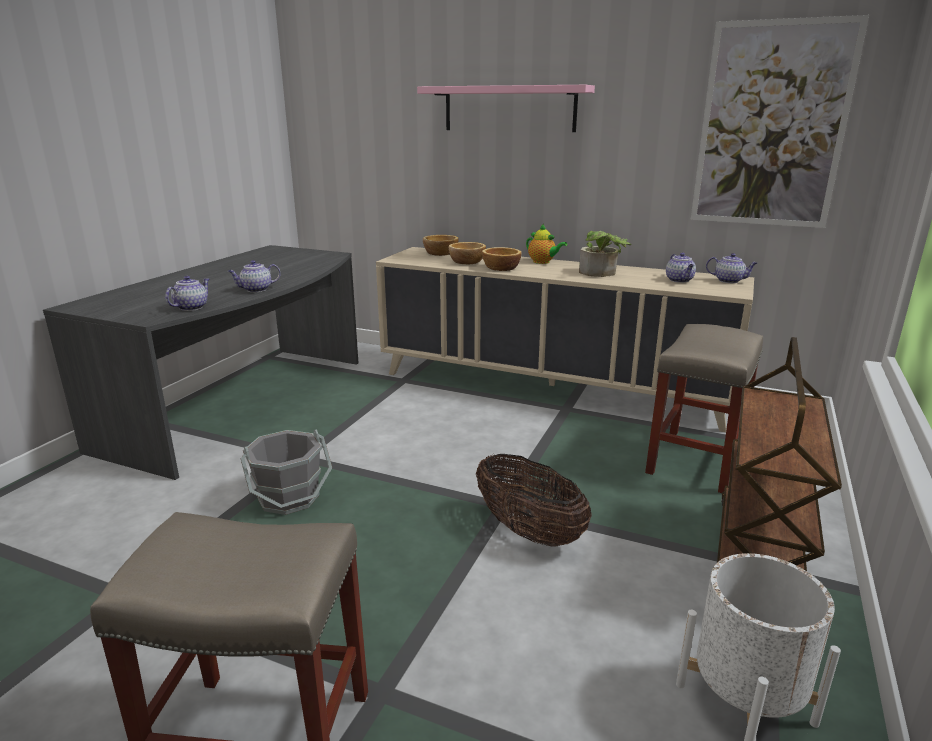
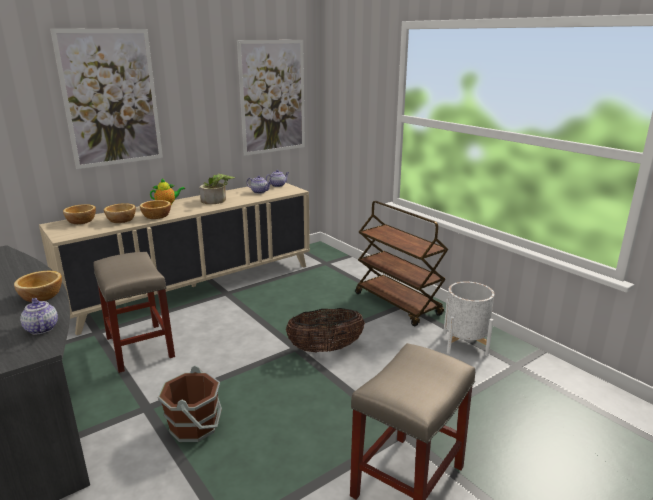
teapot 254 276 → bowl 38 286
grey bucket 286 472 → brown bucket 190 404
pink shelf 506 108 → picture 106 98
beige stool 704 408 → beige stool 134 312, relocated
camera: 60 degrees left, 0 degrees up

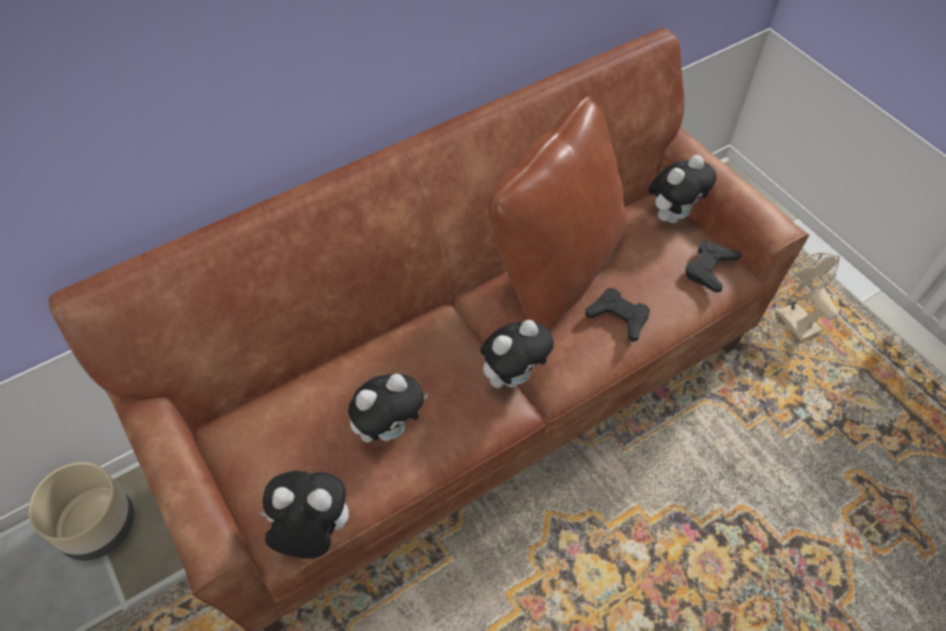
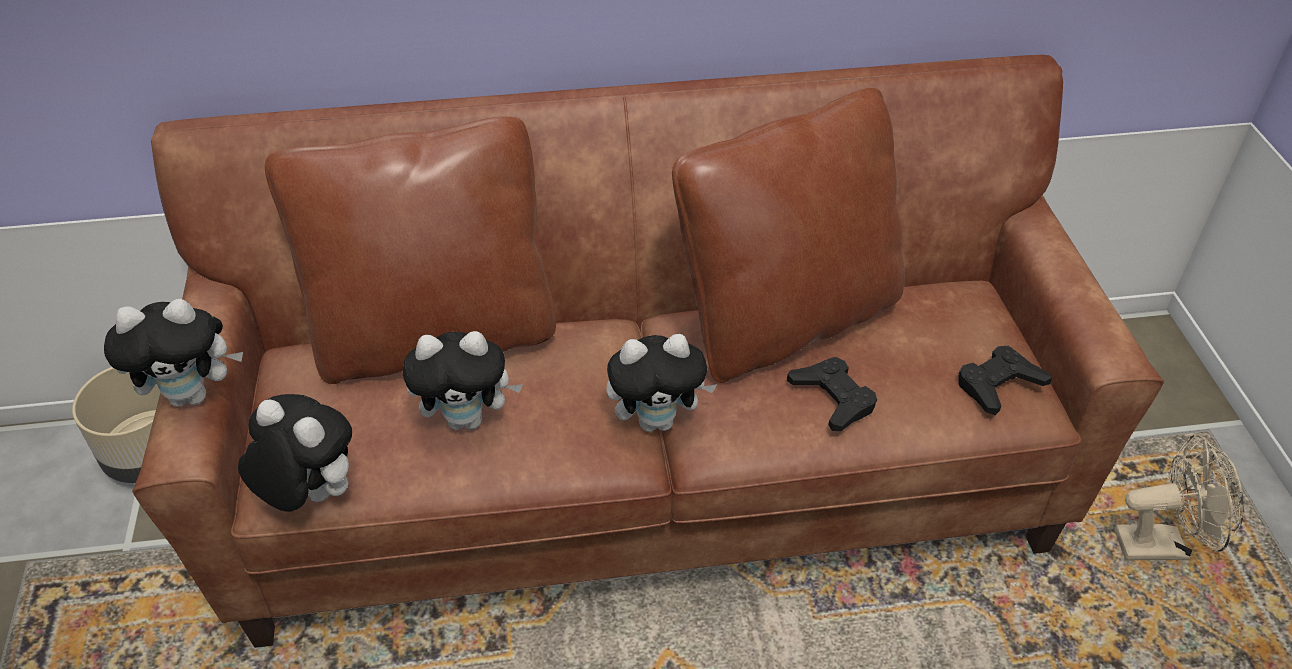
plush toy 682 189 → plush toy 173 353, relocated
beige fan 806 297 → beige fan 1179 497, 90 degrees clockwise
- → brown pillow 410 250
camera: 25 degrees right, 10 degrees down

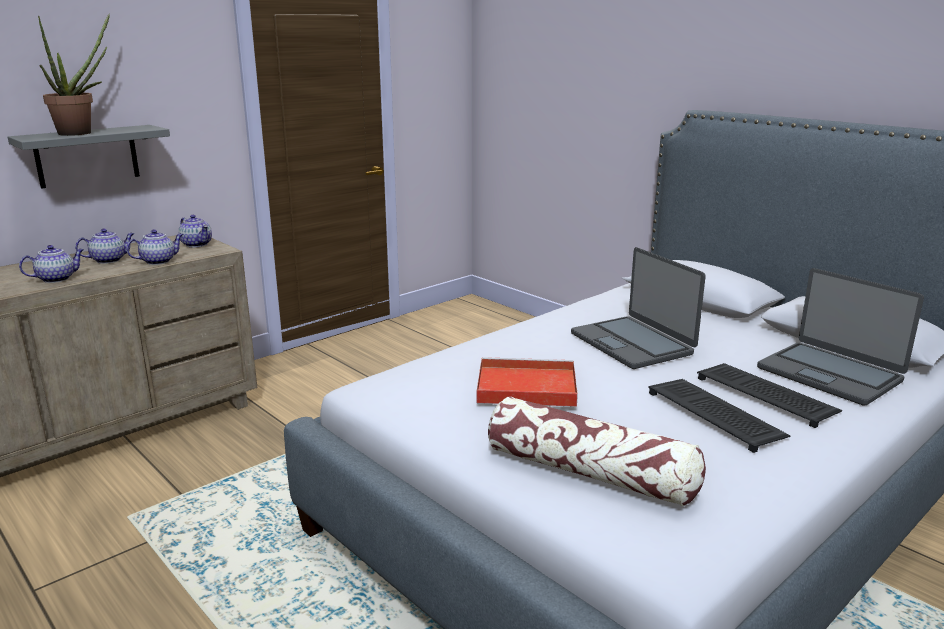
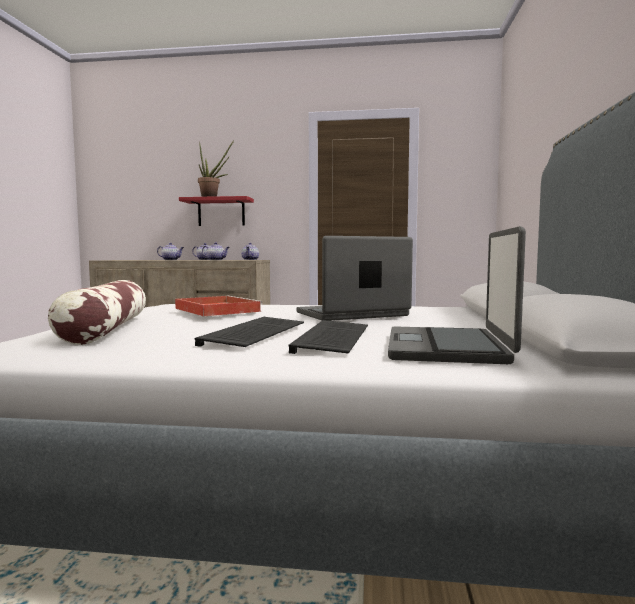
grey shelf 88 157 → red shelf 216 211
laptop 638 308 → laptop 354 278, 45 degrees clockwise
camera: 50 degrees right, 15 degrees down

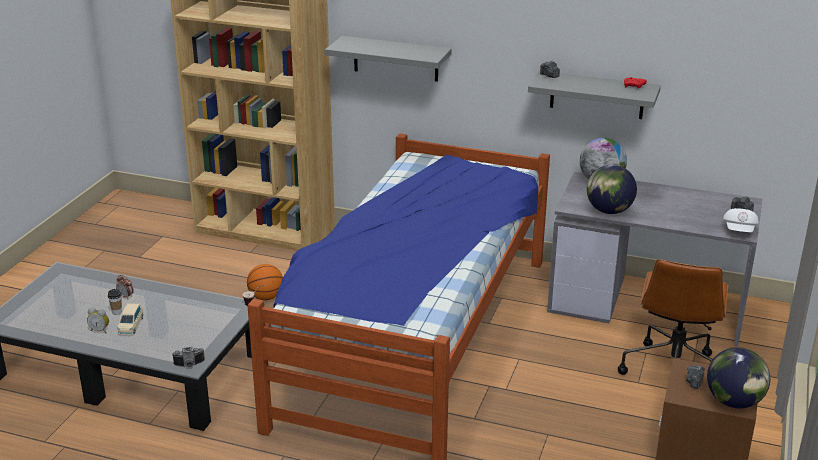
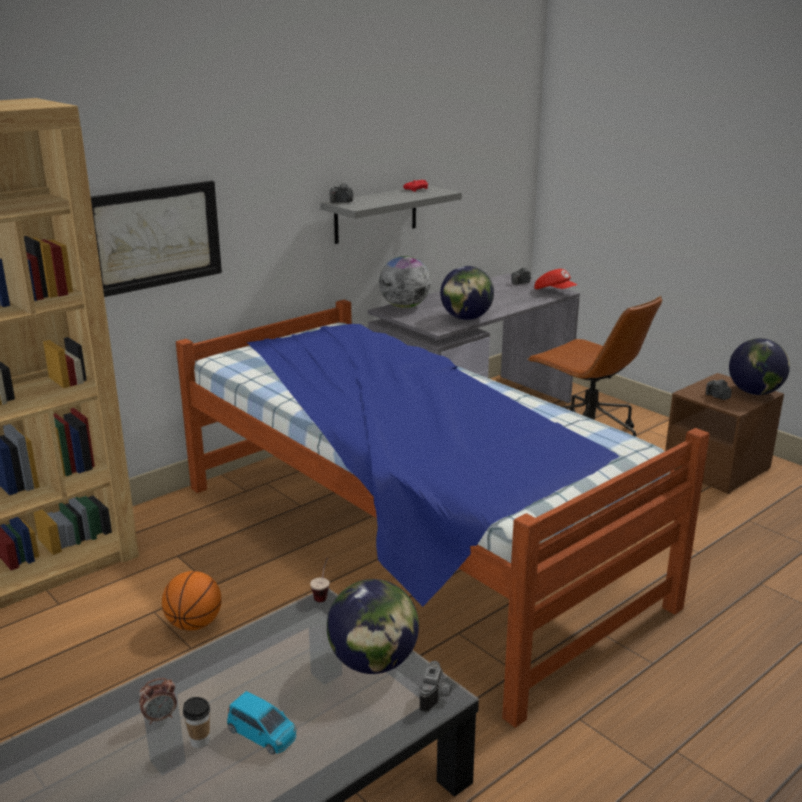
alarm clock 98 320 → -
beige toy car 130 319 → blue toy car 262 723
grey shelf 388 59 → picture 156 239
white cap 741 220 → red cap 555 279
- → globe 373 626
camera: 60 degrees left, 5 degrees down

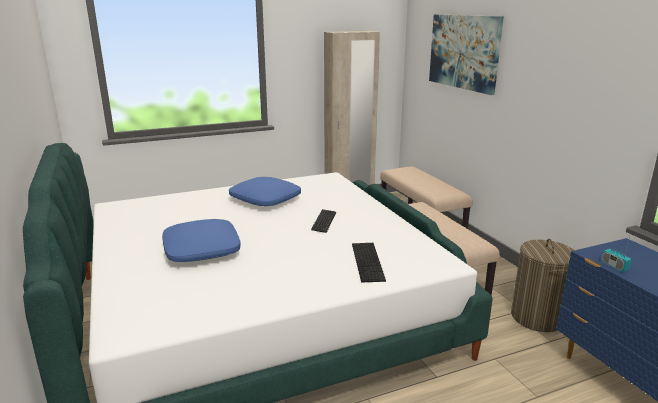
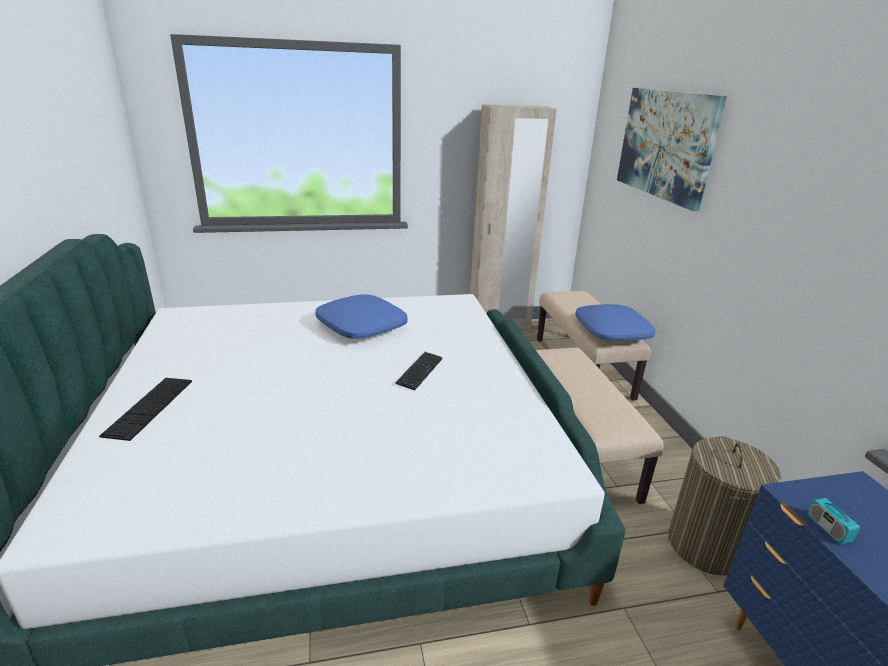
blue pillow 201 240 → blue pillow 615 322, relocated
keyboard 369 262 → keyboard 145 409, relocated
camera: 10 degrees right, 5 degrees up

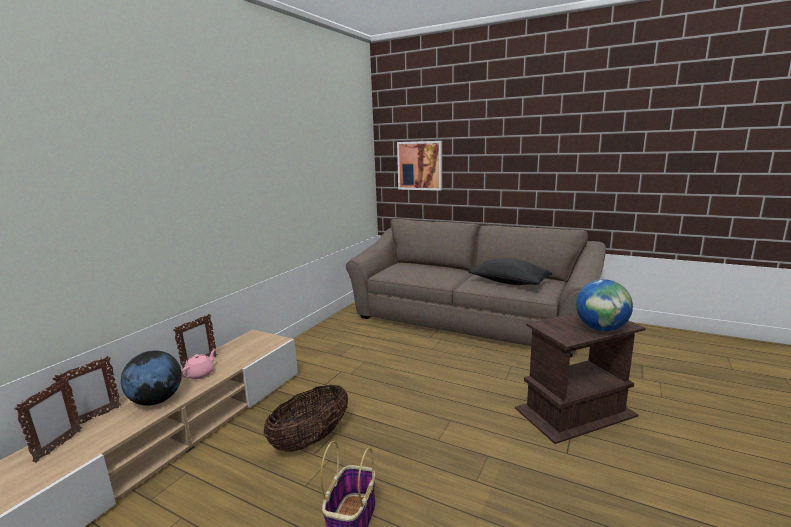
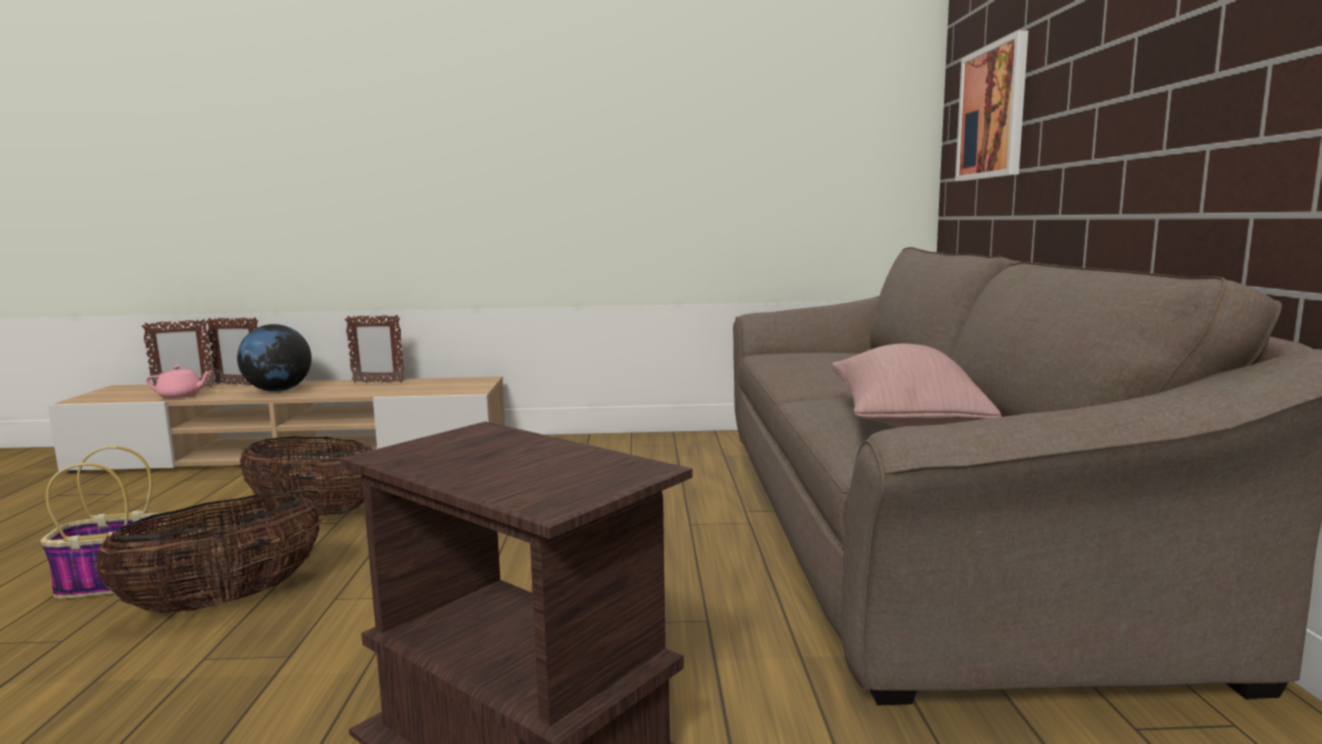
pink teapot 198 364 → pink teapot 179 382, relocated
black pillow 510 271 → pink pillow 916 386
globe 604 305 → -
- → basket 208 553
camera: 60 degrees right, 5 degrees down

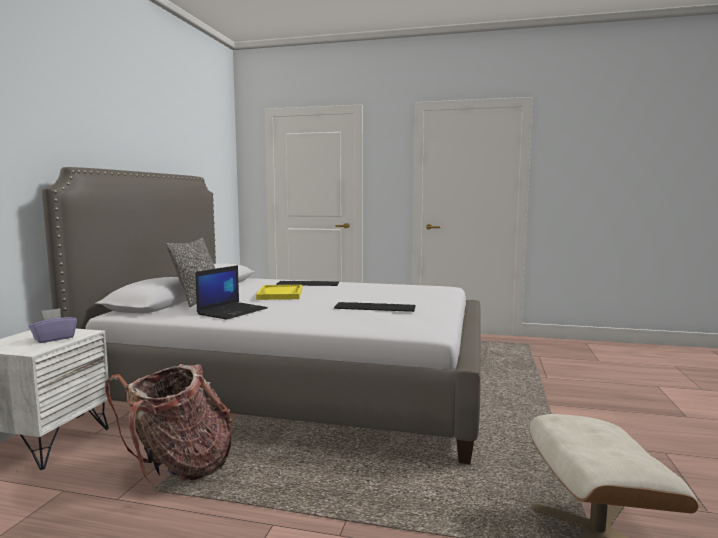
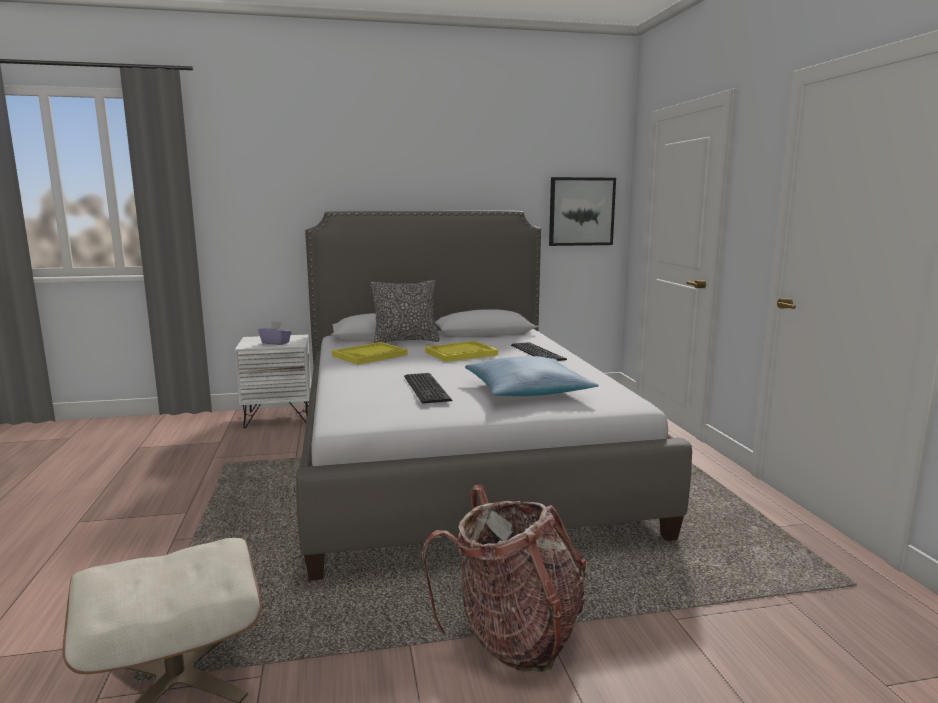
backpack 169 424 → backpack 504 578, relocated
laptop 231 292 → yellow tray 370 353
- → pillow 532 376
- → picture 582 211
camera: 65 degrees right, 5 degrees up

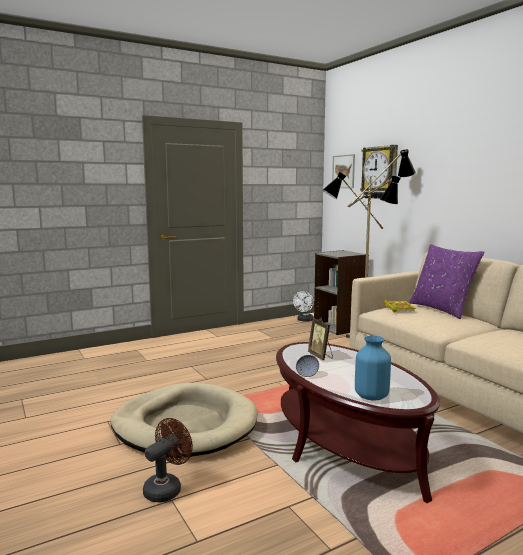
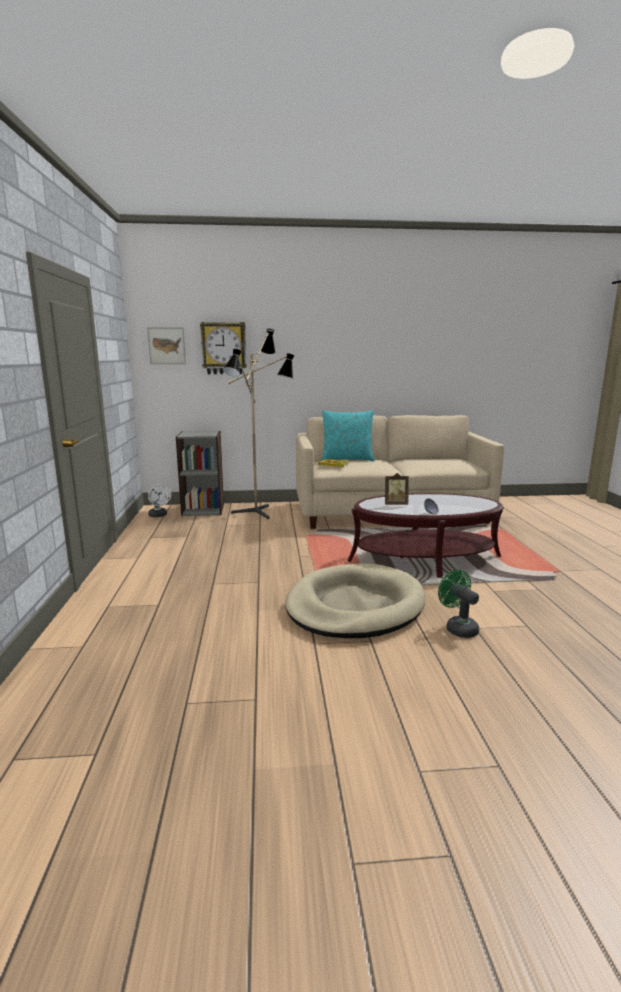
brown fan 168 460 → green fan 458 603
blue vase 373 368 → -
purple pillow 446 281 → turquoise pillow 348 435
camera: 65 degrees left, 5 degrees up

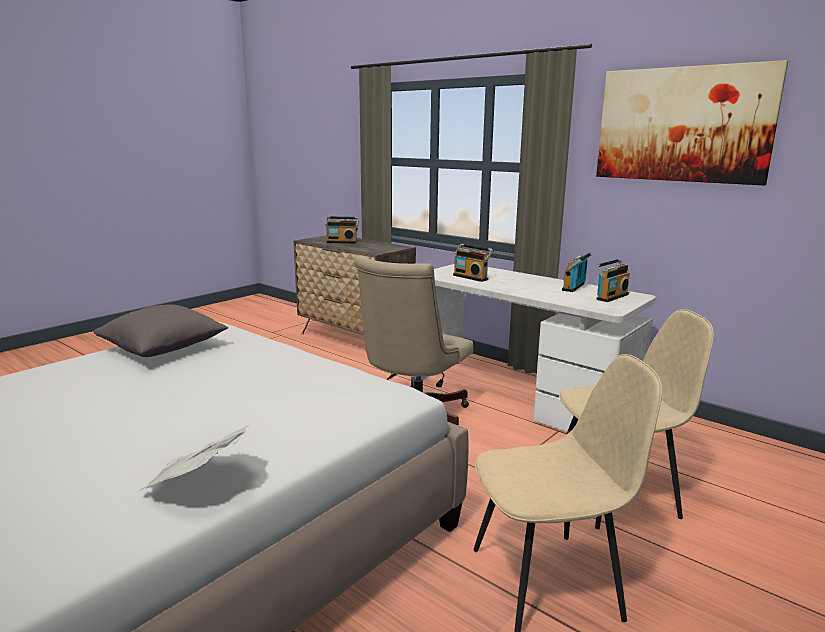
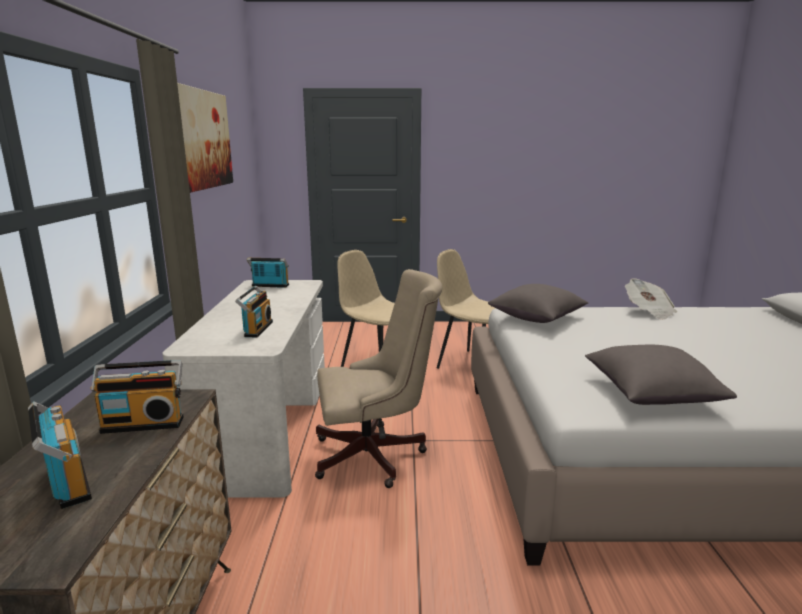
radio 577 272 → radio 137 397, relocated
- → grey pillow 538 303
camera: 130 degrees left, 0 degrees up

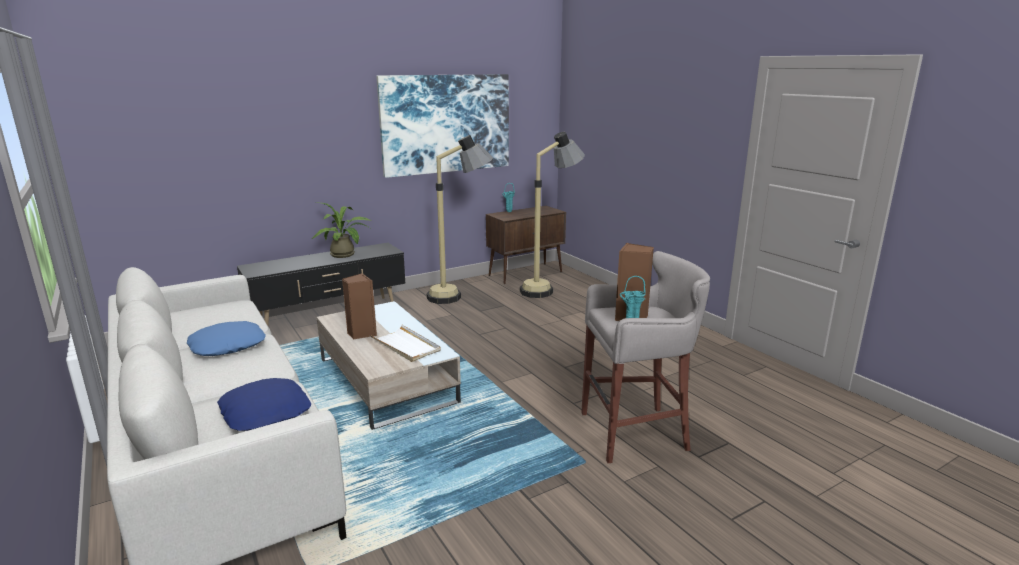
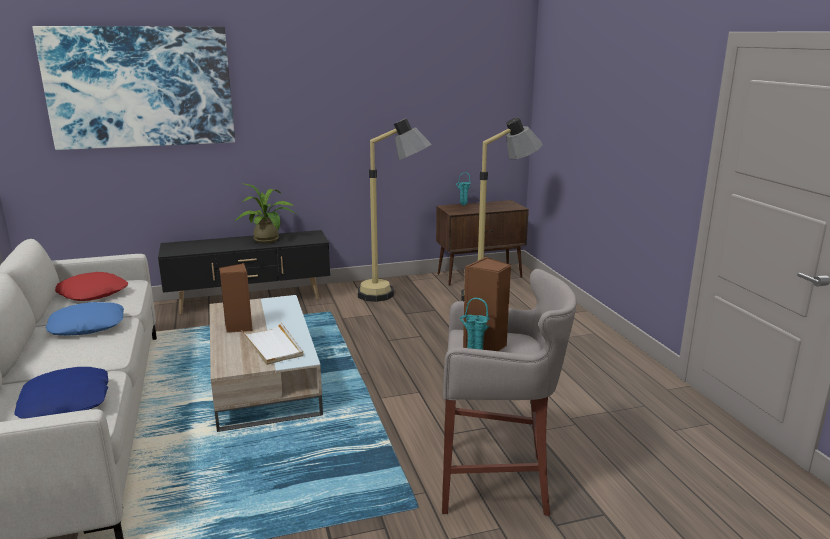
picture 442 126 → picture 133 88, relocated
- → red pillow 91 286
camera: 15 degrees right, 0 degrees up

